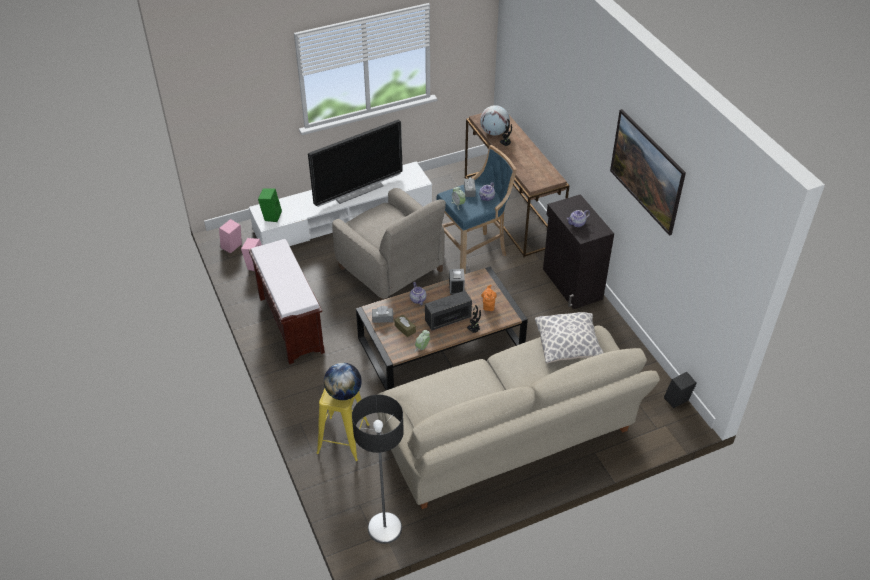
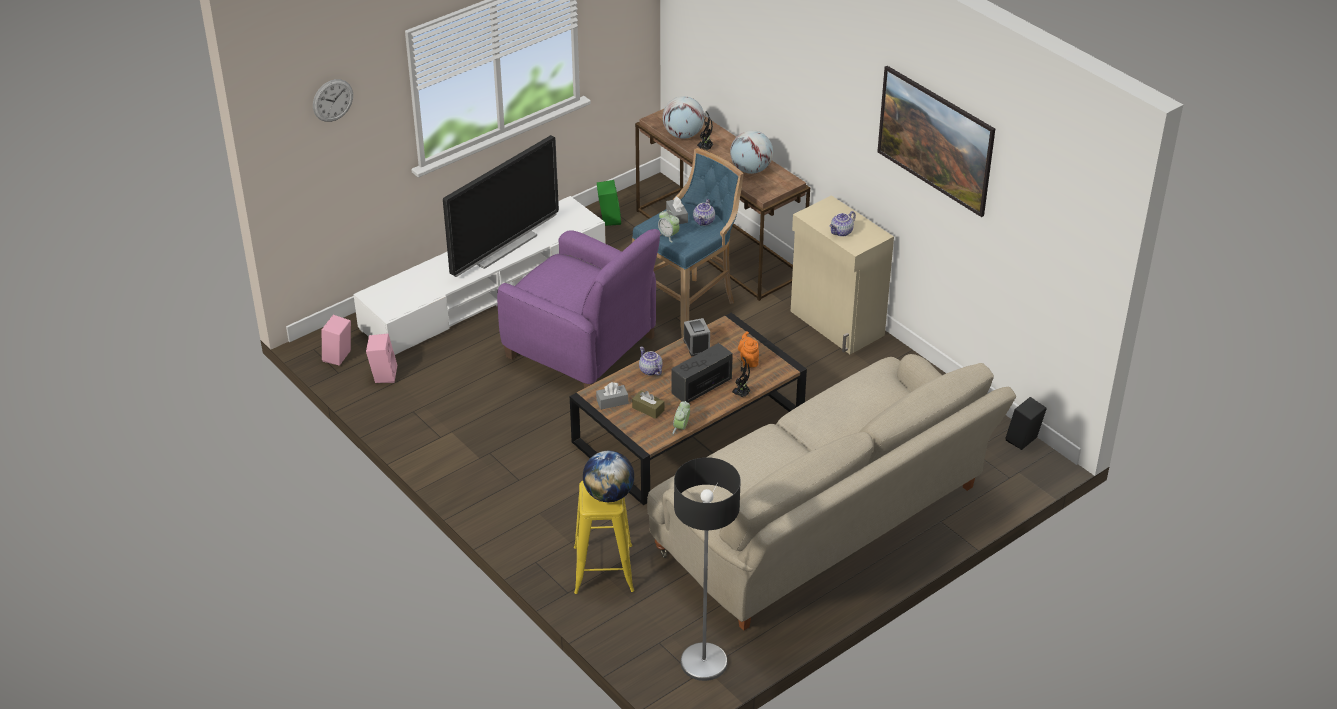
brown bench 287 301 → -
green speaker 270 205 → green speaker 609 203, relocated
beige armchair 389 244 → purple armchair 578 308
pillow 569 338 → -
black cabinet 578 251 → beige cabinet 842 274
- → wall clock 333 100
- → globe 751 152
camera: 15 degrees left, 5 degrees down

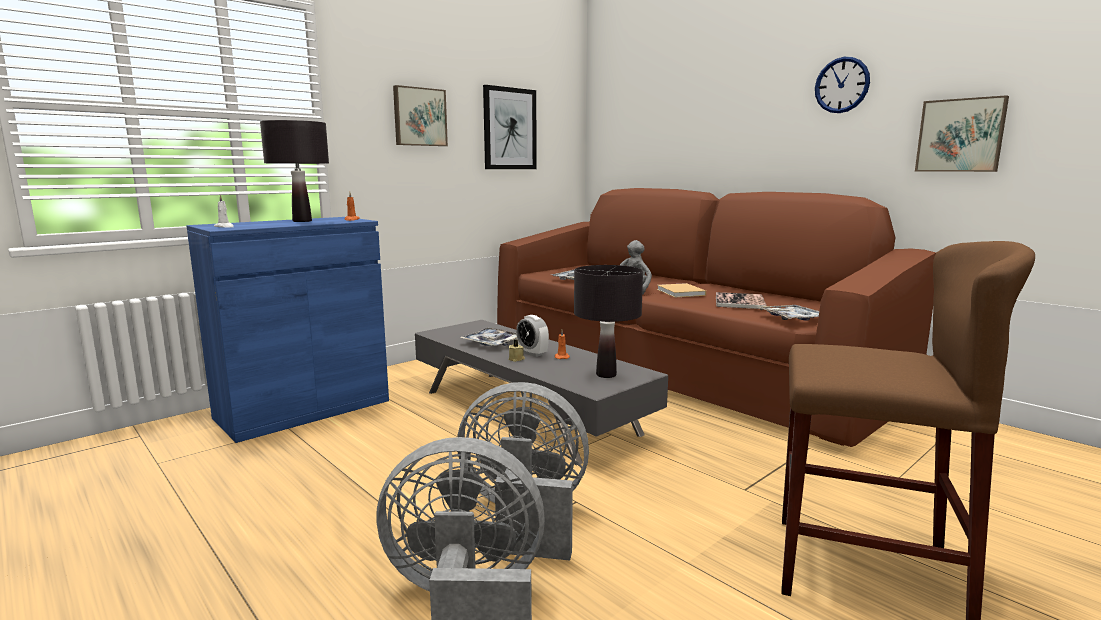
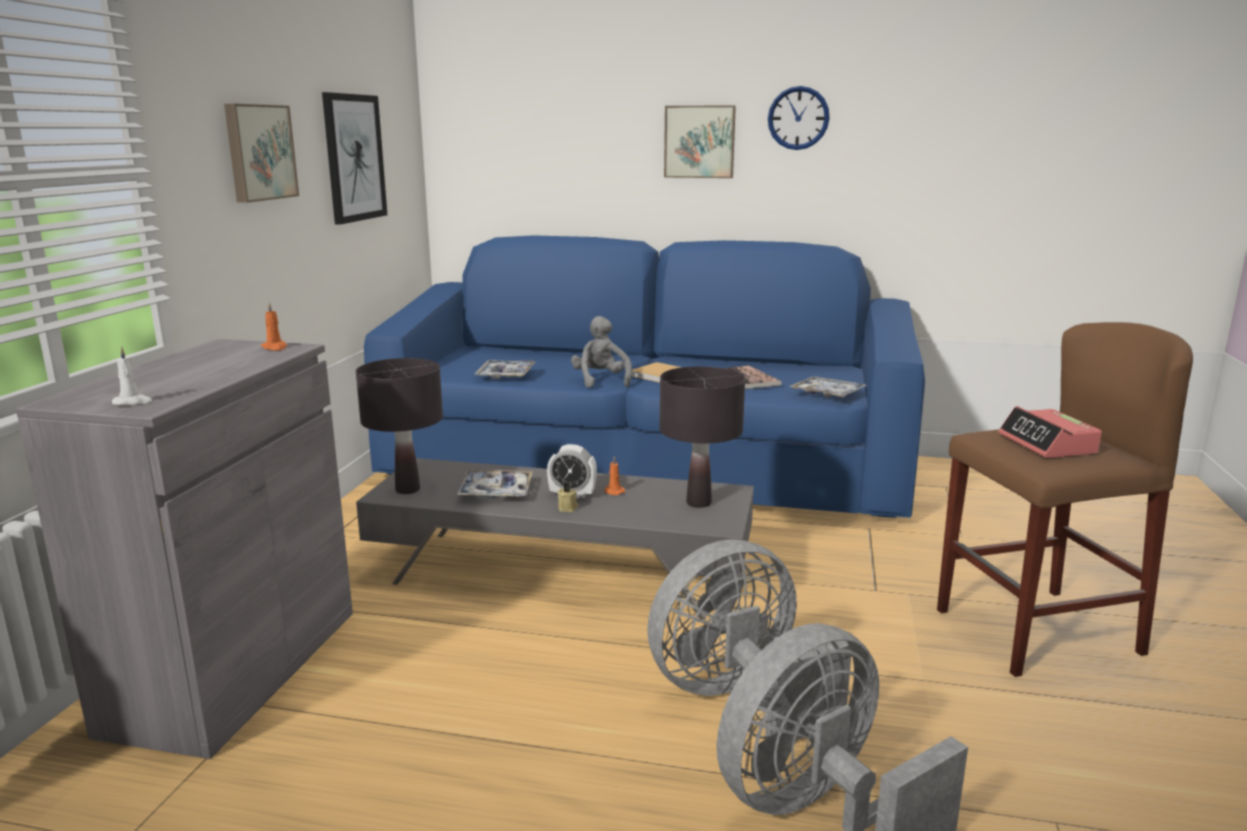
blue cabinet 287 330 → grey cabinet 184 549
black table lamp 294 171 → black table lamp 399 426, relocated
brown sofa 716 317 → blue sofa 644 376
picture 962 133 → picture 700 141, relocated
- → alarm clock 1050 432
camera: 35 degrees left, 5 degrees up

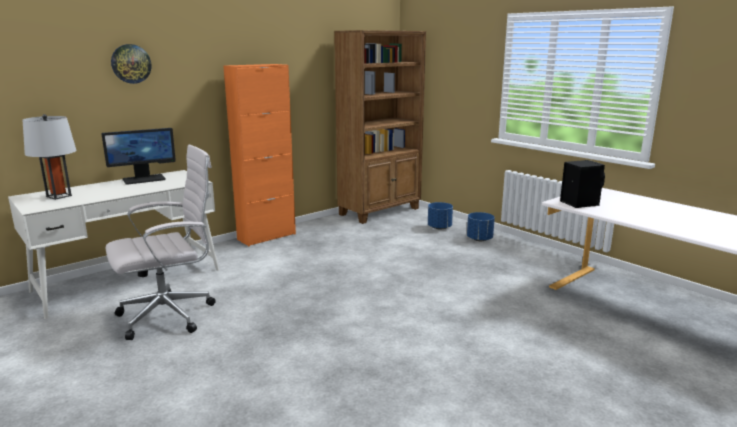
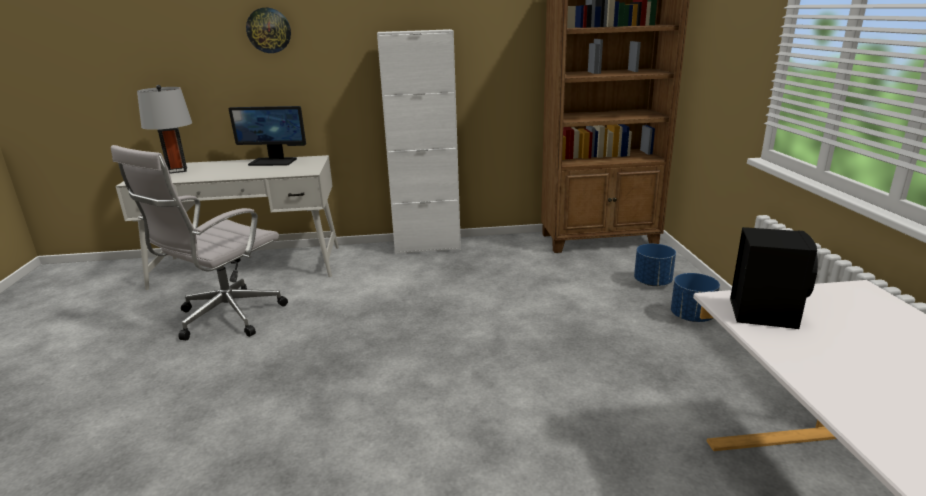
white office chair 161 242 → white office chair 199 242, 120 degrees clockwise
orange cabinet 259 155 → white cabinet 419 142
camera: 35 degrees right, 5 degrees up

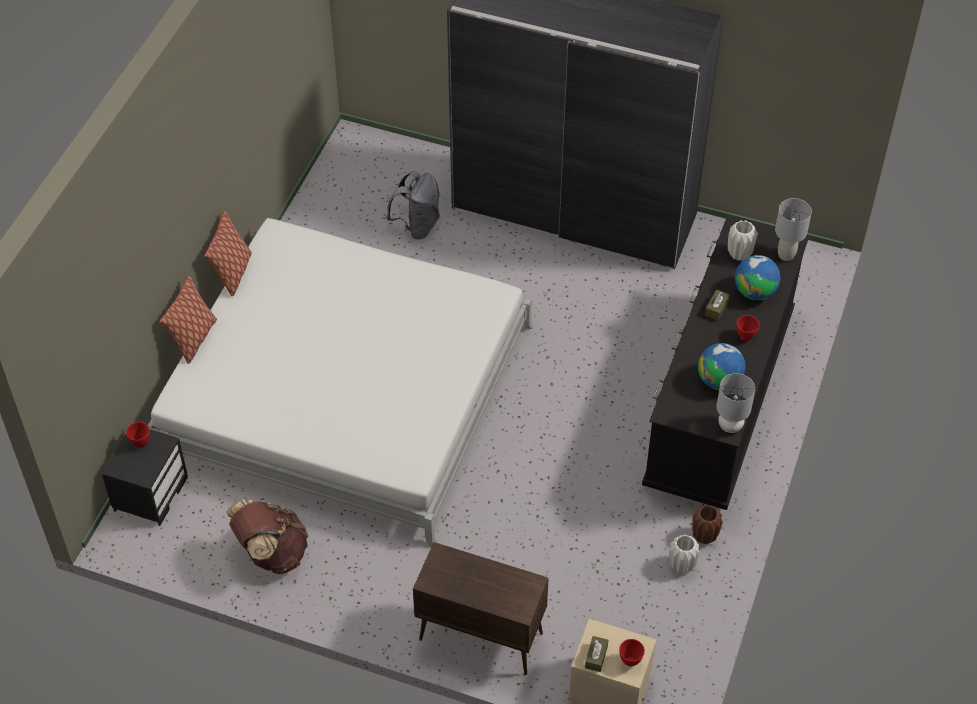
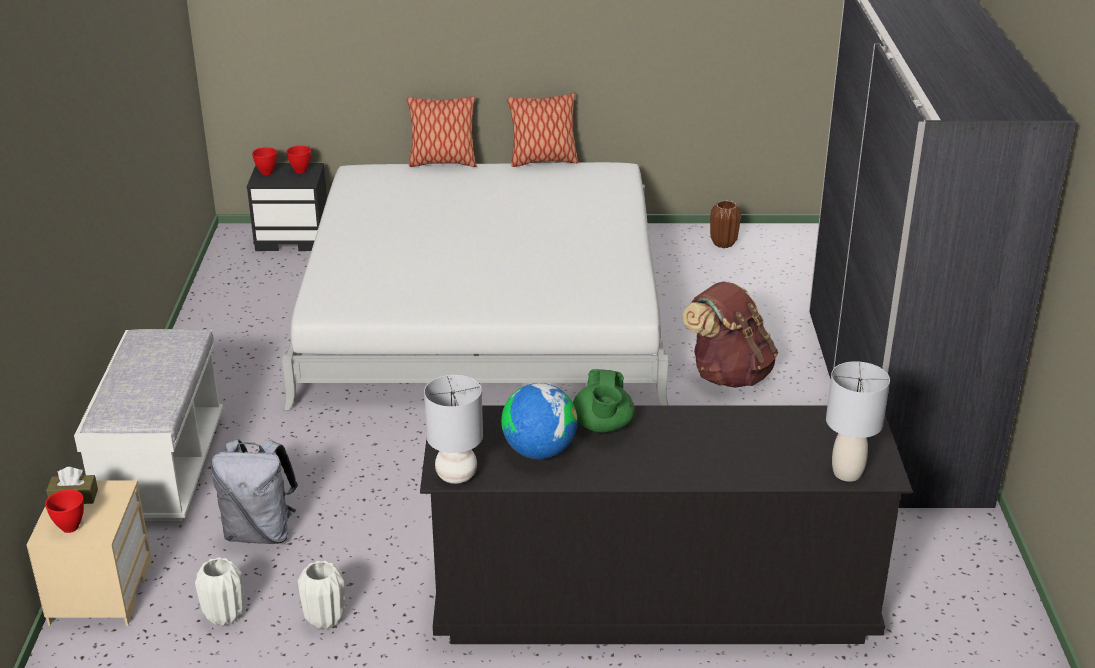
brown backpack 267 536 → brown backpack 730 334, relocated
grey backpack 413 205 → grey backpack 254 491, relocated
brown cabinet 481 608 → white bench 148 425
brown vase 707 524 → brown vase 725 224, relocated
brown tissue box 717 305 → -
white vase 743 240 → white vase 219 591, relocated
globe 757 277 → -
red bowl 748 328 → red bowl 264 161, relocated
- → green teapot 604 401
camera: 70 degrees right, 20 degrees down

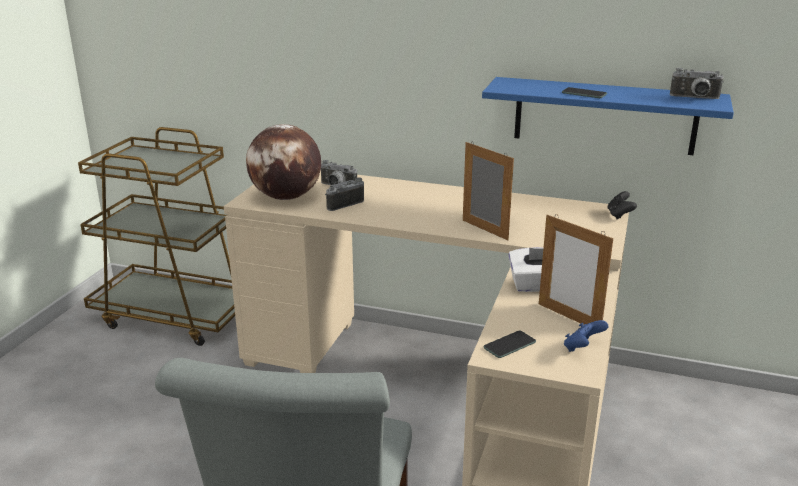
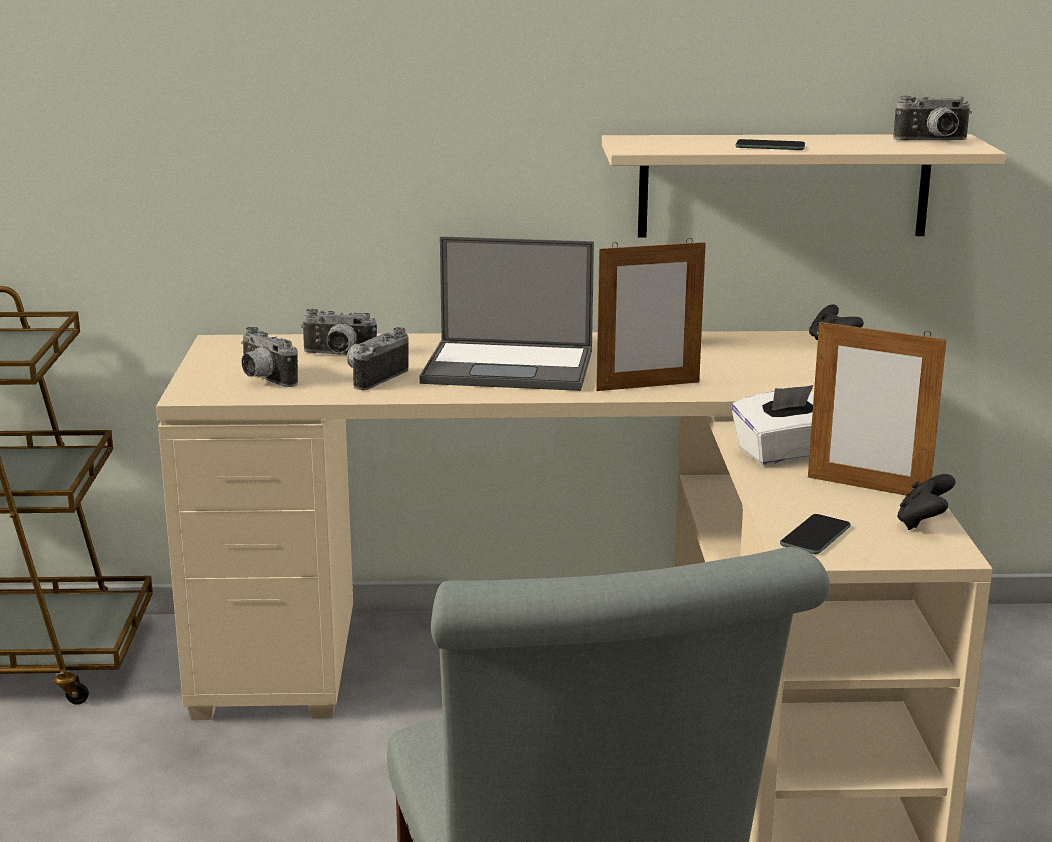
globe 283 162 → photo camera 269 357
picture frame 488 191 → picture frame 651 314, 135 degrees clockwise
blue shelf 608 116 → beige shelf 804 186
blue game controller 586 336 → black game controller 926 502
- → laptop 507 313
camera: 20 degrees left, 5 degrees down

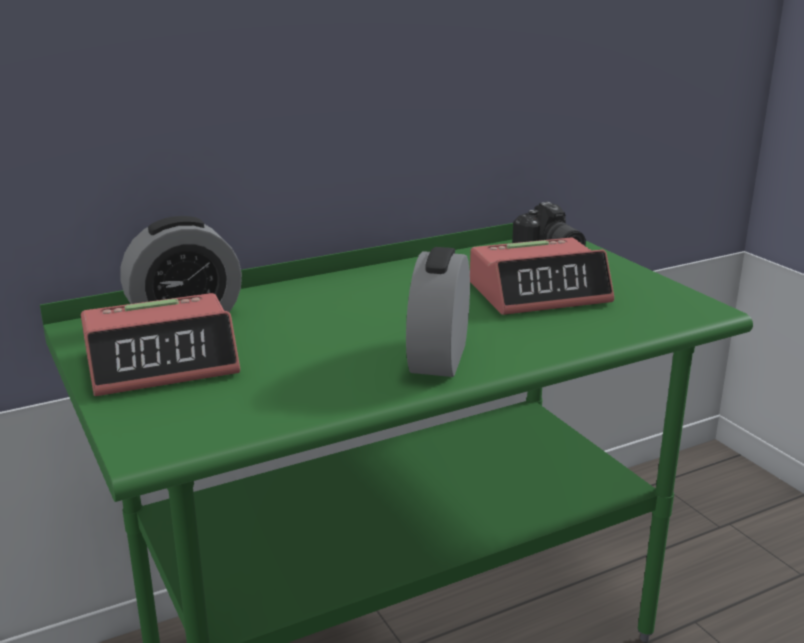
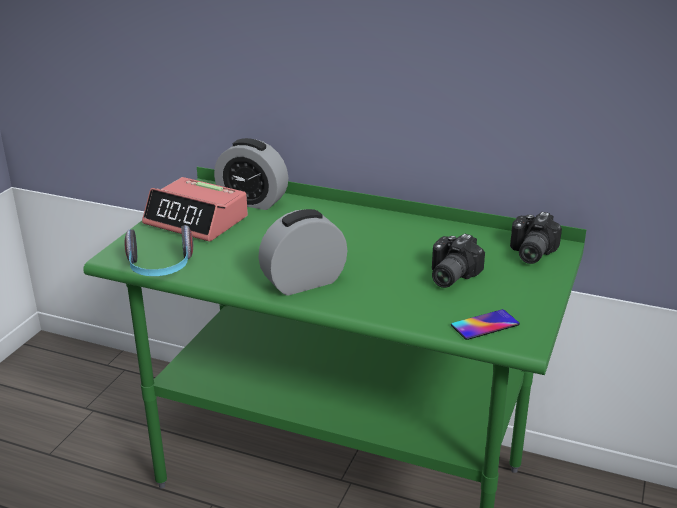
alarm clock 542 276 → photo camera 458 261
- → headphones 159 250
- → phone 485 324
camera: 50 degrees right, 5 degrees up

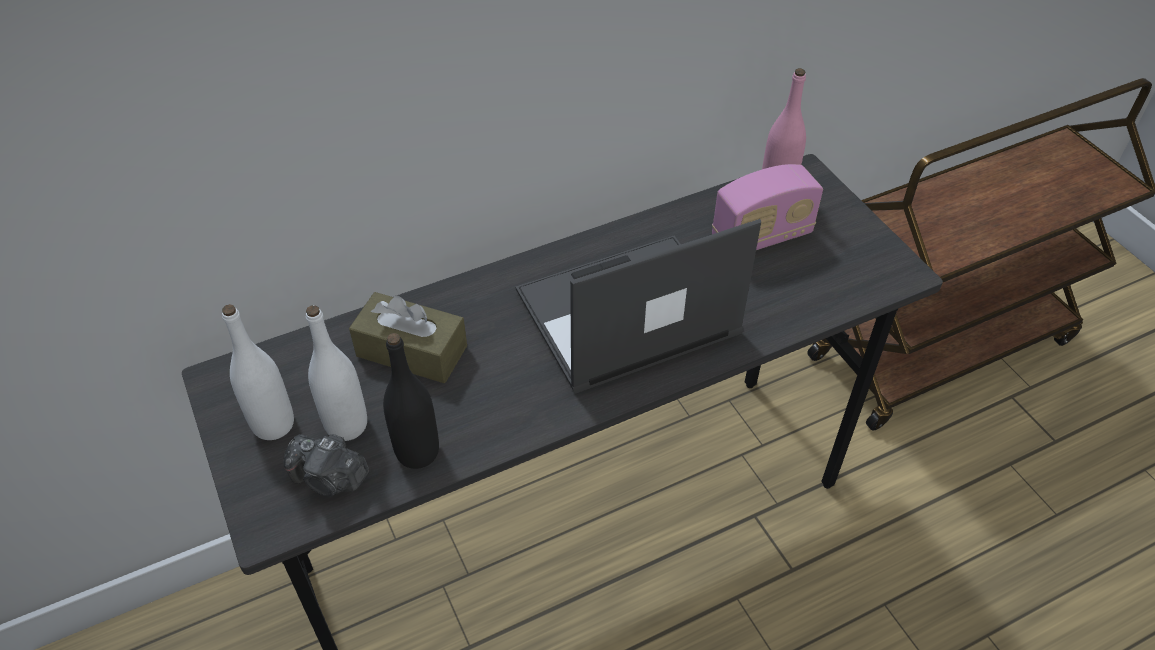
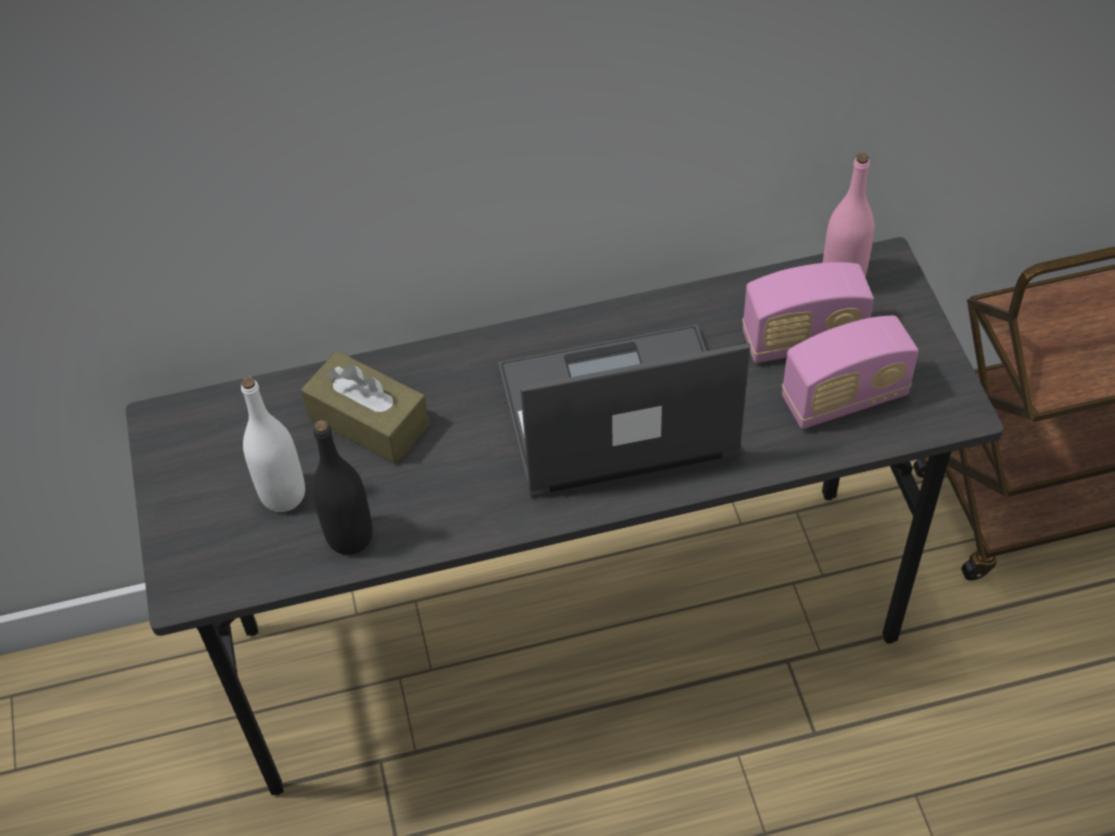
white bottle 258 372 → -
photo camera 326 465 → -
- → radio 850 372
camera: 15 degrees right, 5 degrees up

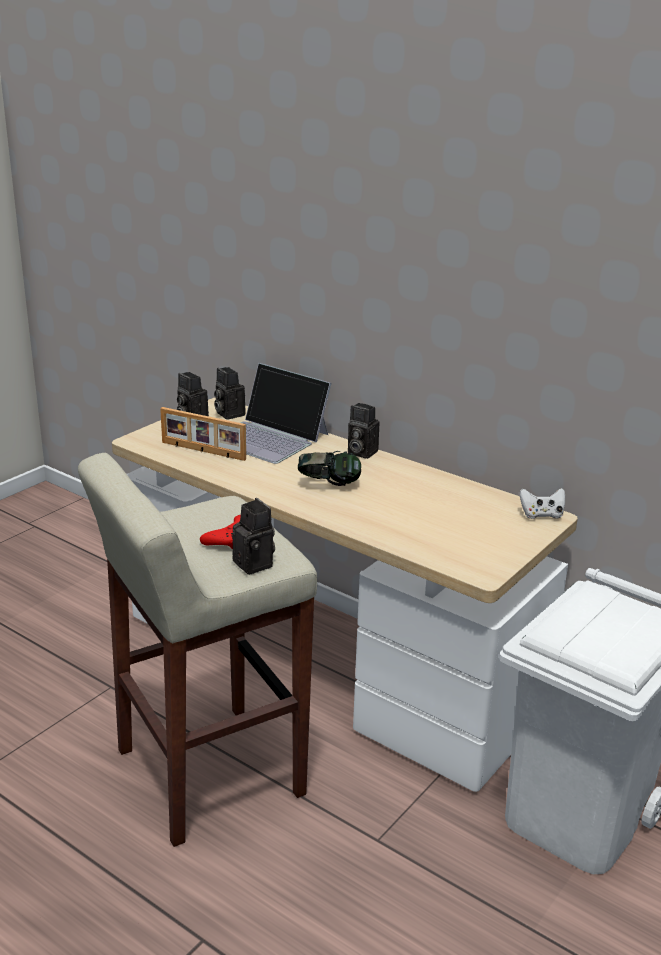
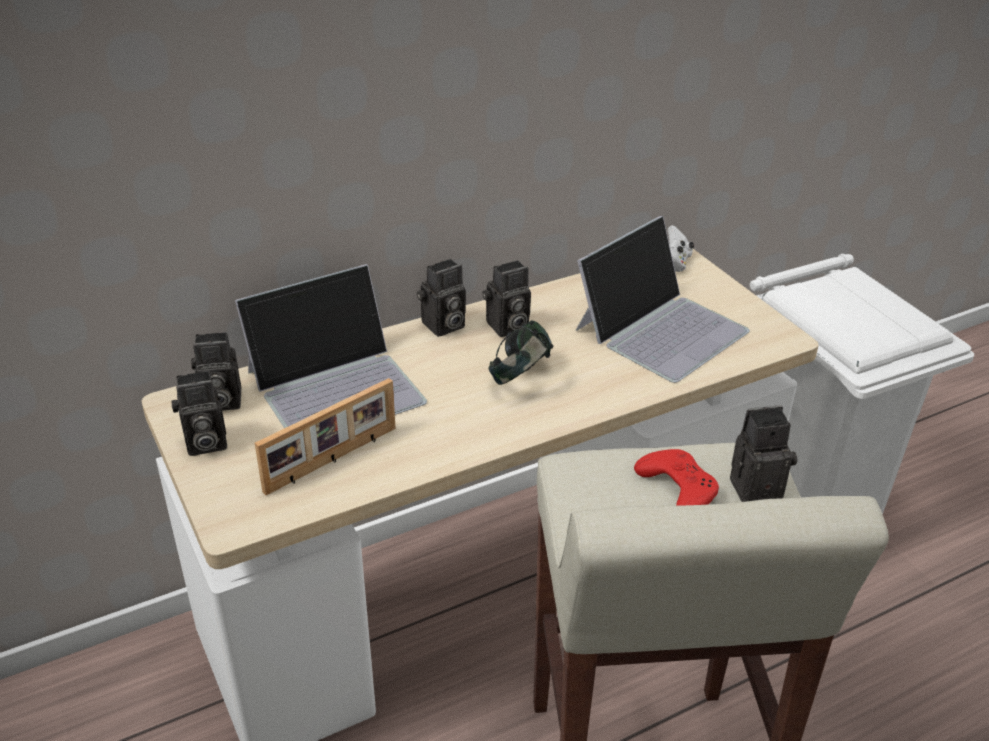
- → photo camera 506 298
- → laptop 662 299
camera: 65 degrees left, 10 degrees up

